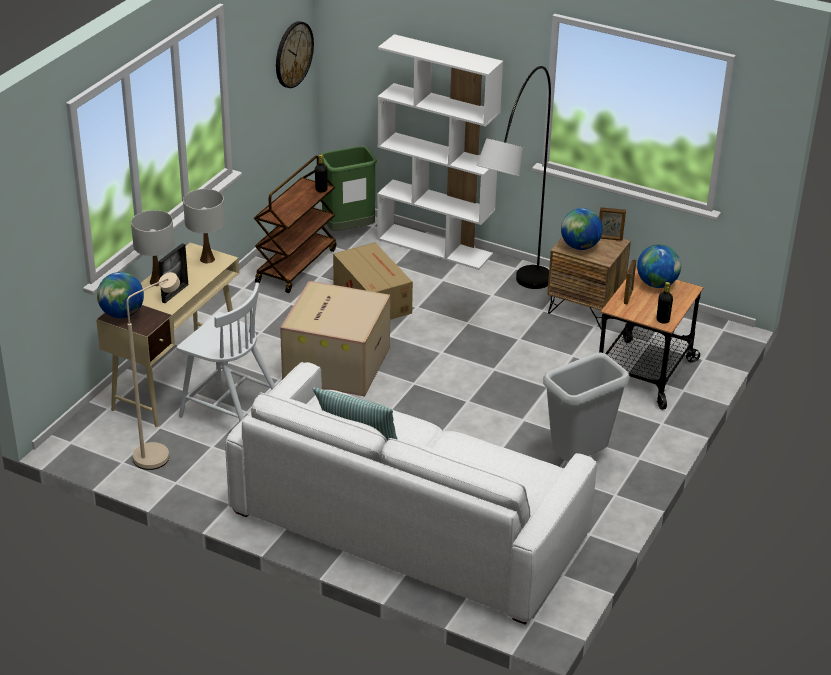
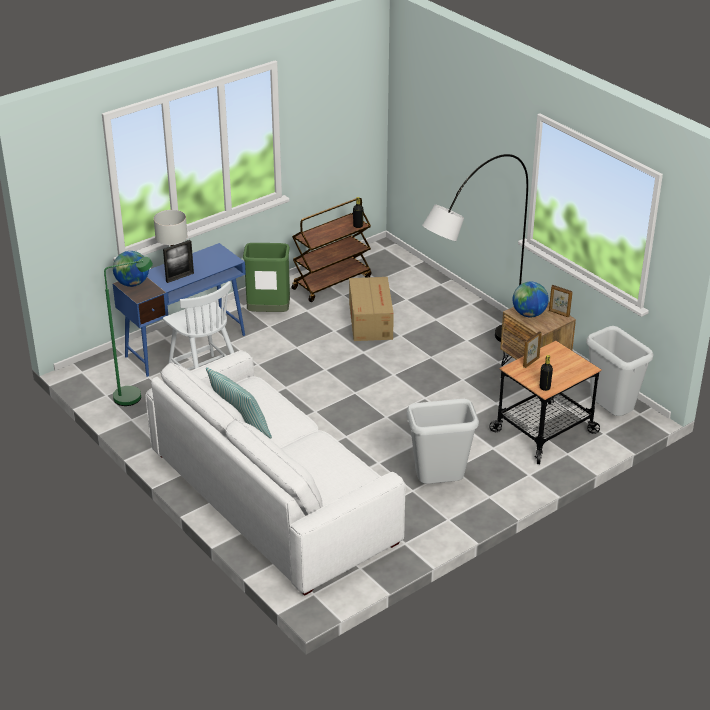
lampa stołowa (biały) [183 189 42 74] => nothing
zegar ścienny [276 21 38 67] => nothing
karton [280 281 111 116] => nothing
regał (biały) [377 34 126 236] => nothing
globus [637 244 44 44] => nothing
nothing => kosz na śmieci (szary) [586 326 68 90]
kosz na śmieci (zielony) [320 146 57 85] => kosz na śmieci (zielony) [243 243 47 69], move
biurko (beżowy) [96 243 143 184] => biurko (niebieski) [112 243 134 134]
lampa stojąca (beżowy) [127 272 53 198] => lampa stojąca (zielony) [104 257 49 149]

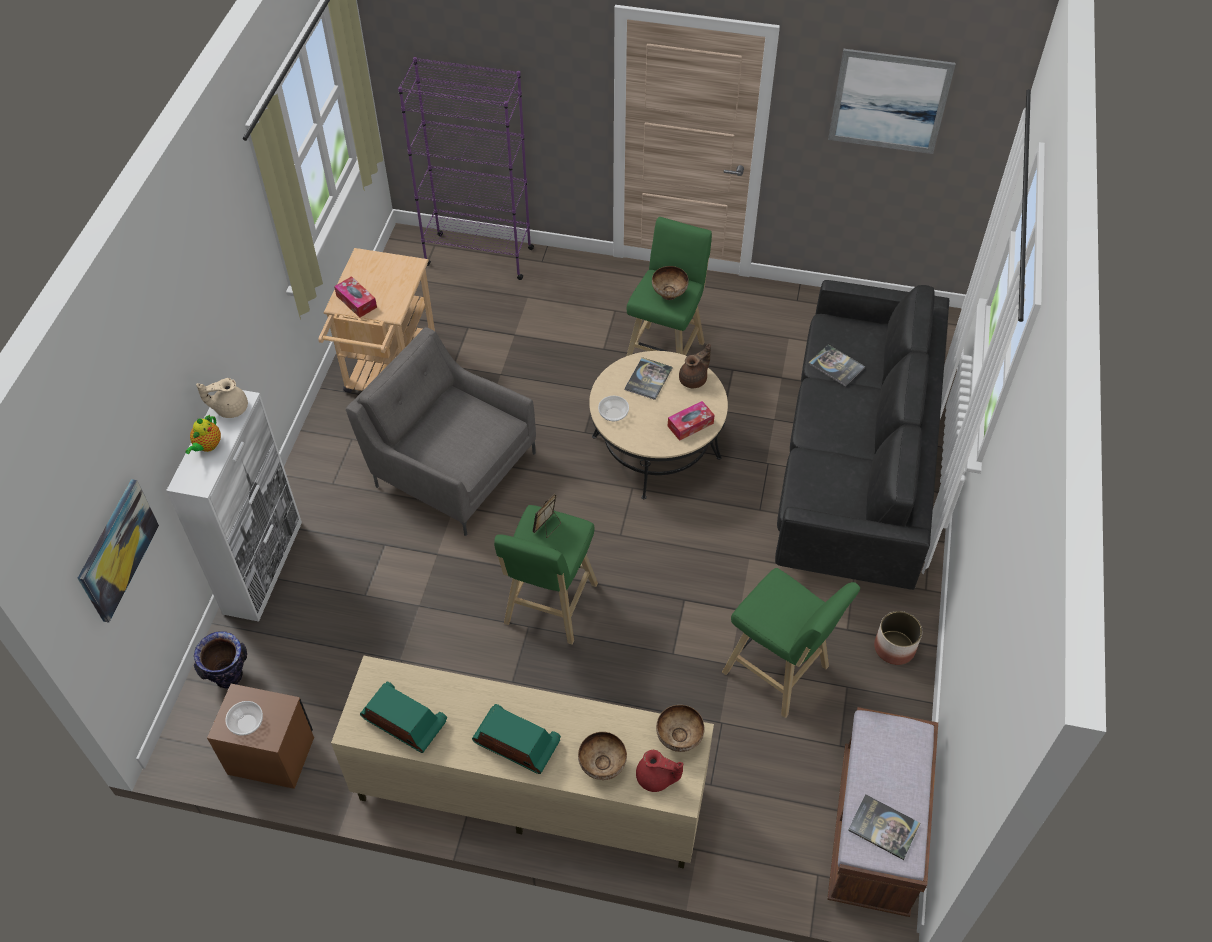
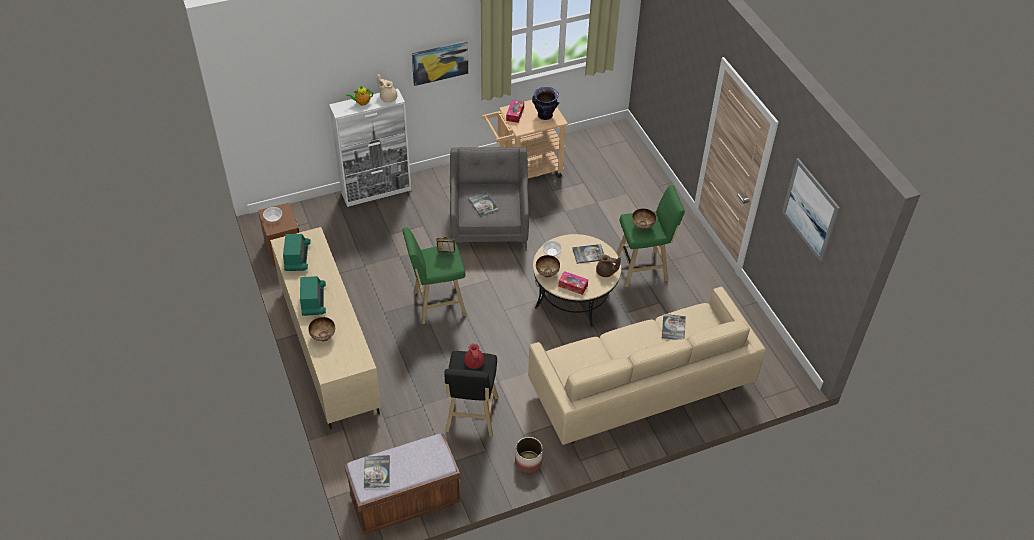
regał (fioletowy) [398 57 136 223] => nothing
nothing => książka [468 192 31 25]
obraz [77 479 82 144] => obraz [412 41 56 45], move
wazon [194 631 53 57] => wazon [532 87 28 33], move
imbryk (czerwony) [636 750 47 42] => imbryk (czerwony) [464 344 20 25], move
miska [656 705 48 47] => miska [536 255 24 23], move
stołek (zielony) [722 568 138 150] => stołek (czarny) [444 351 55 86]
kanapa (czarny) [775 280 174 310] => kanapa (beżowy) [528 287 238 158]

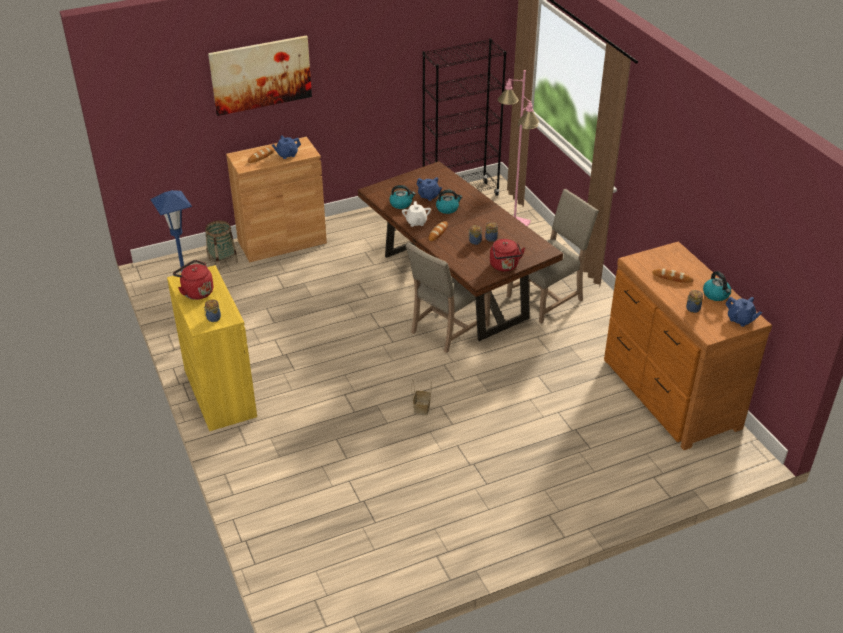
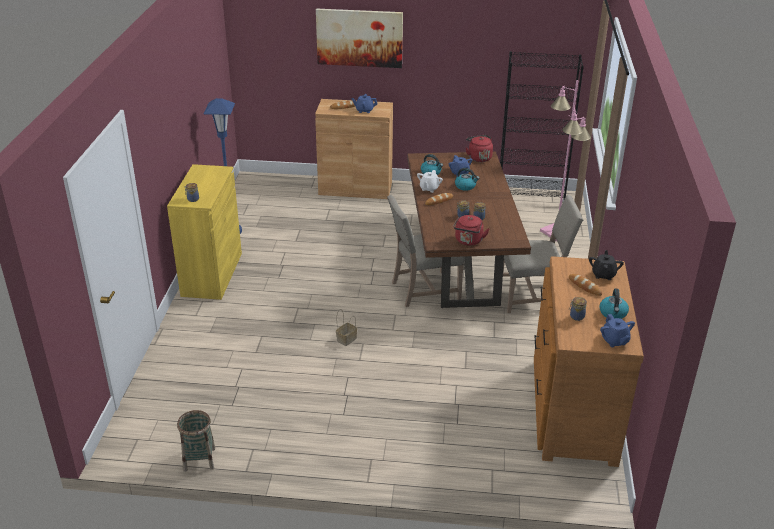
nothing => imbryk (czarny) [589 250 35 30]
czajnik (czerwony) [173 260 41 40] => czajnik (czerwony) [466 135 27 27], move
koszyk [205 220 33 50] => koszyk [177 410 38 62], move

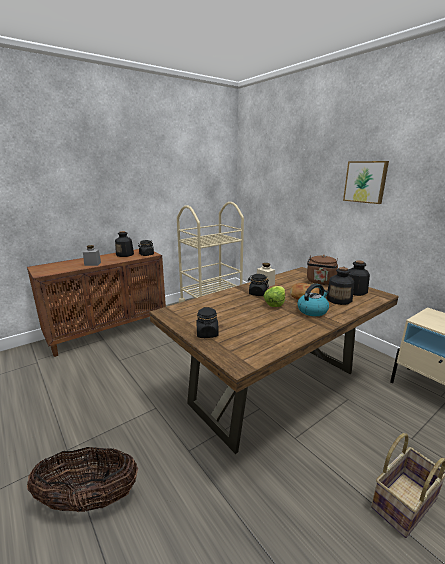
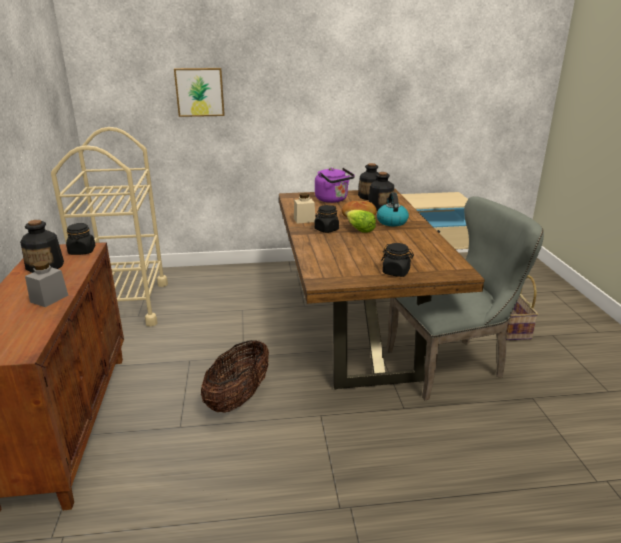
nothing => krzesło (szary) [386 196 158 204]
koszyk [27 447 111 65] => koszyk [201 340 68 73], move
obraz [343 161 46 43] => obraz [174 68 51 49], move
czajnik (brązowy) [307 255 31 30] => czajnik (fioletowy) [315 168 40 35]

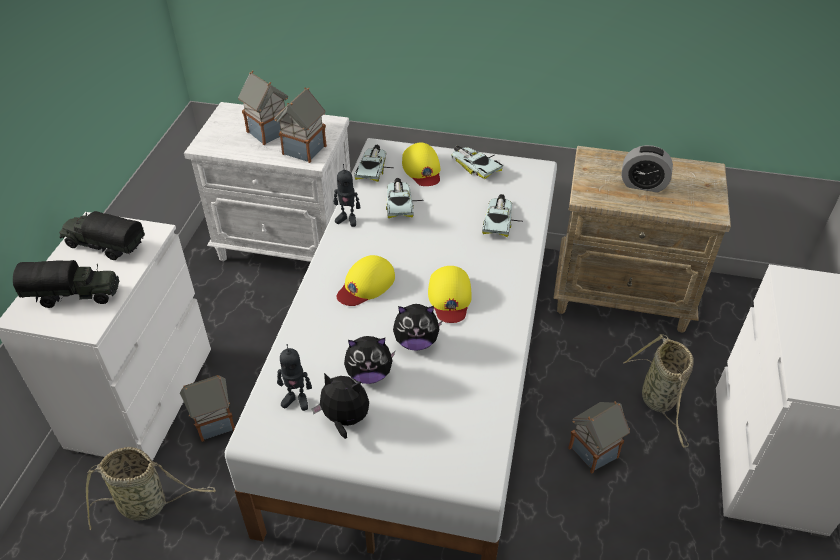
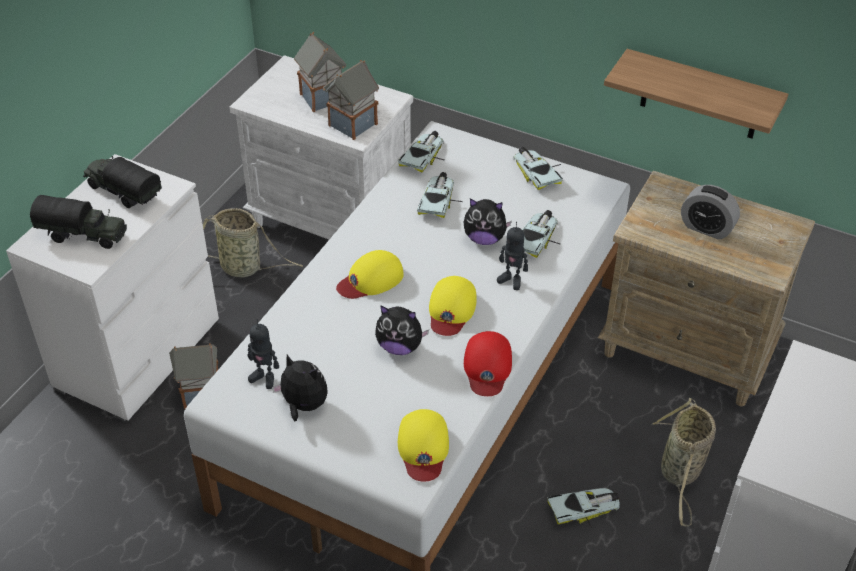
nothing => czapka z daszkiem (czerwony) [464 331 48 65]
nothing => półka [604 49 184 90]
koszyk [86 447 130 83] => koszyk [203 208 100 69], move
robot zabawkowy [333 164 28 63] => robot zabawkowy [497 222 31 68], move
pluszak [344 336 52 48] => pluszak [463 198 49 47], move
czapka z daszkiem (żółty) [402 143 38 43] => czapka z daszkiem (żółty) [398 409 51 73], move
domek [568 401 62 73] => samochodzik [547 488 73 41]

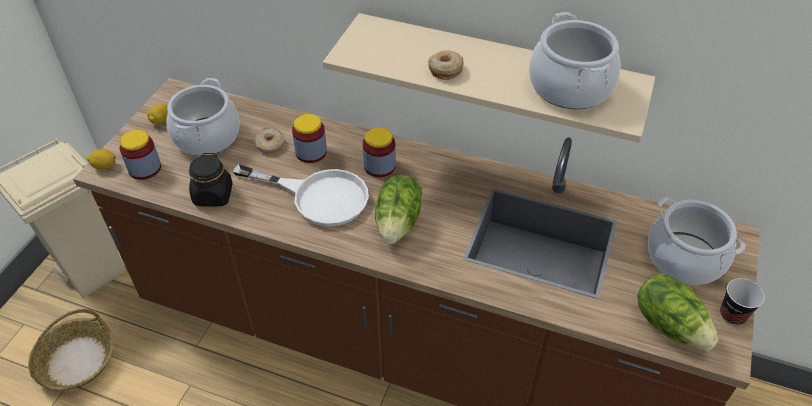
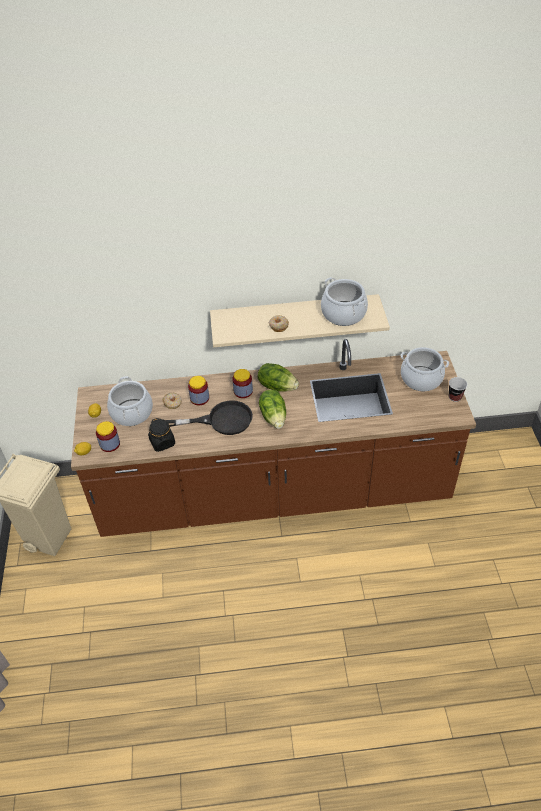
koszyk [28 309 86 81] => nothing
sałata [637 274 82 77] => sałata [258 363 41 29], move
patelnia (biały) [233 164 136 62] => patelnia (czarny) [166 400 87 35]

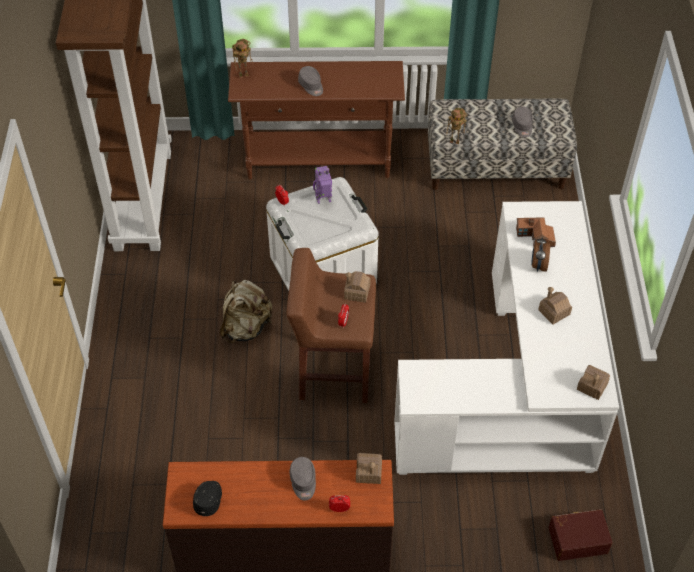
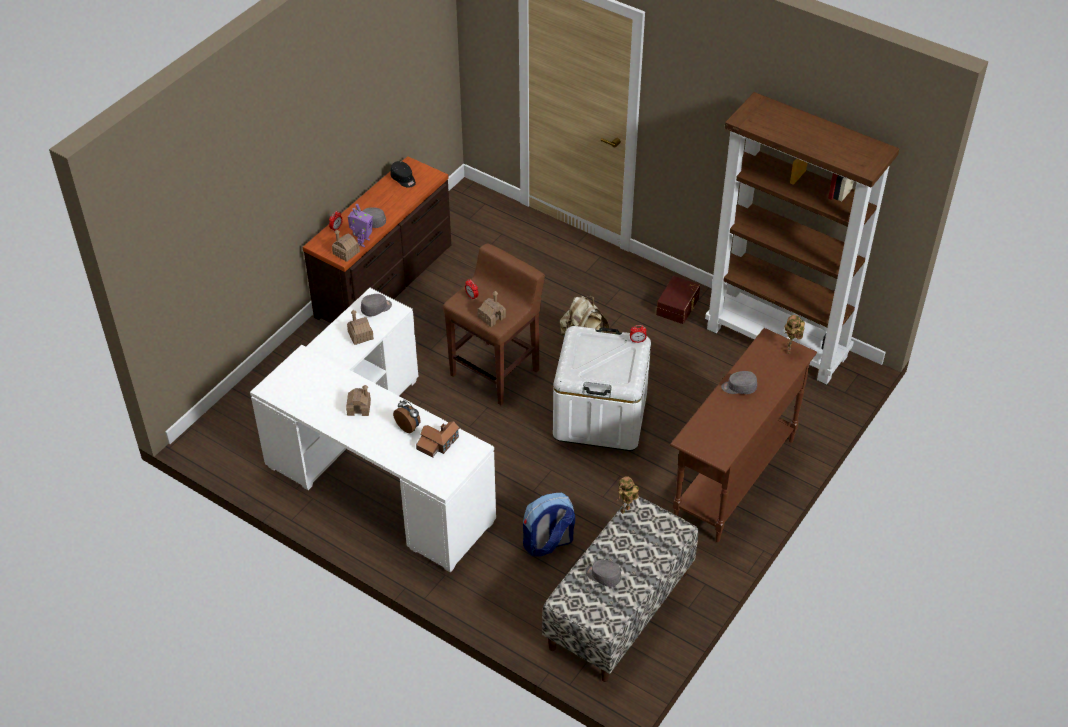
nothing => czapka z daszkiem (szary) [361 294 31 23]
nothing => plecak [523 493 52 63]
robot zabawkowy [313 166 19 38] => robot zabawkowy [348 204 25 43], move
pojemnik do przechowywania (brązowy) [549 509 63 52] => pojemnik do przechowywania (brązowy) [656 276 44 48], move
domek [577 365 33 35] => domek [347 310 27 35], move

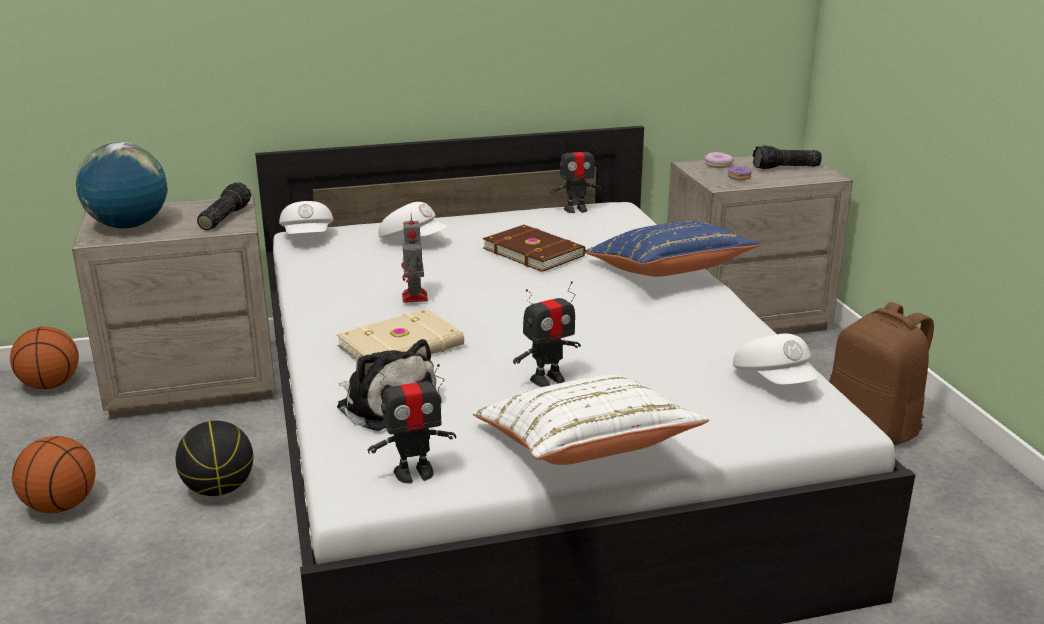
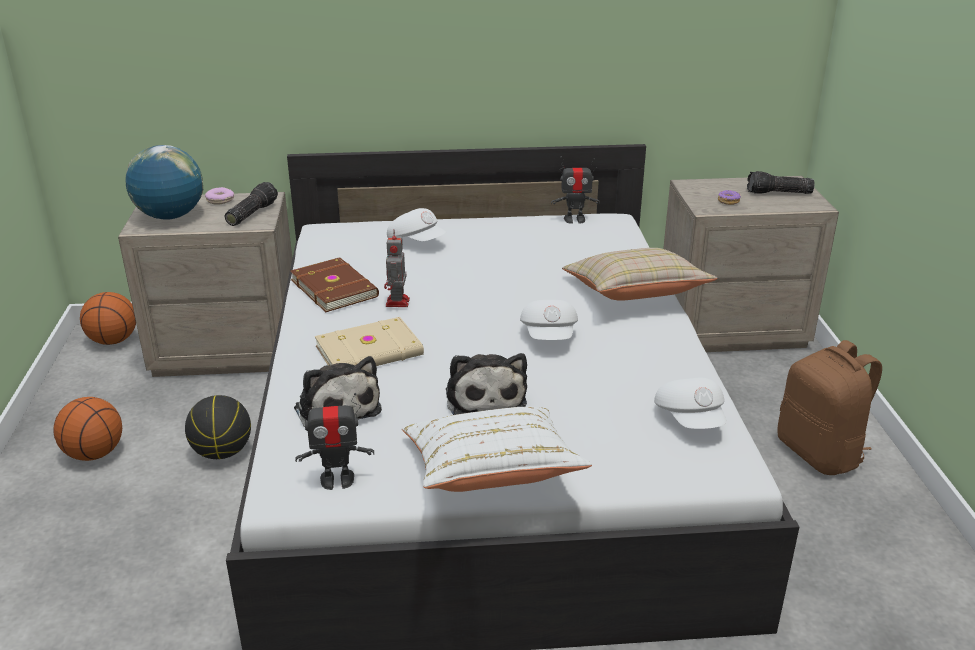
czapka z daszkiem (biały) [279 201 54 33] => czapka z daszkiem (biały) [520 300 58 40], move
książka (brązowy) [483 225 102 47] => książka (brązowy) [290 257 89 55], move
donut [705 152 29 16] => donut [205 187 29 18], move
robot zabawkowy [513 281 68 106] => pluszak [446 353 81 62]
poduszka (niebieski) [585 221 175 56] => poduszka (beżowy) [562 248 155 53]

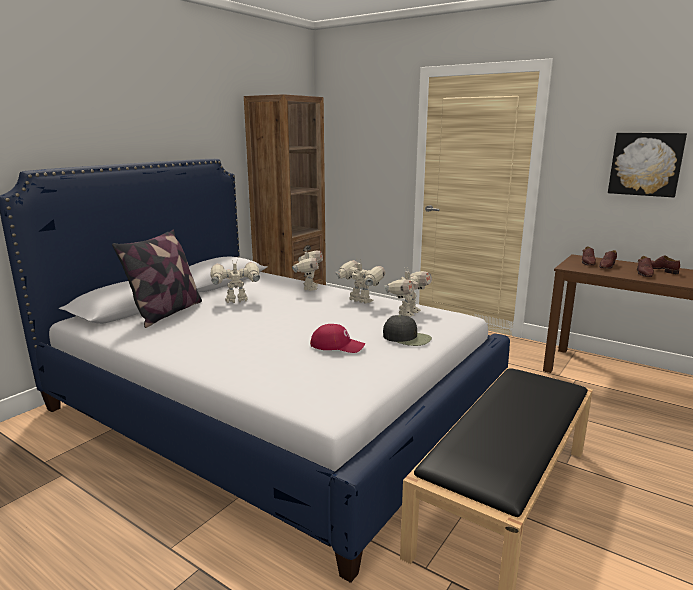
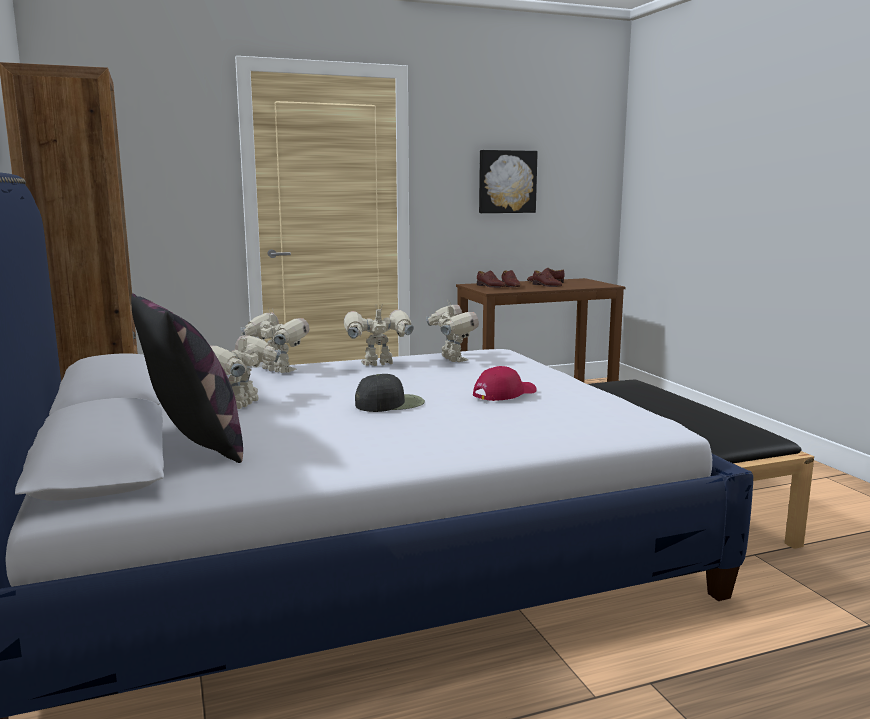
czapka z daszkiem (czarny) [383 315 49 31] => czapka z daszkiem (czarny) [355 374 70 38], move

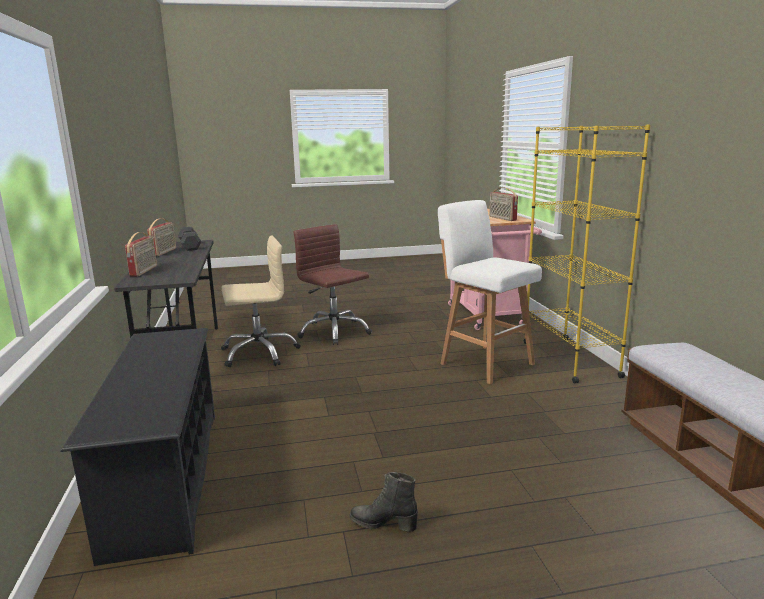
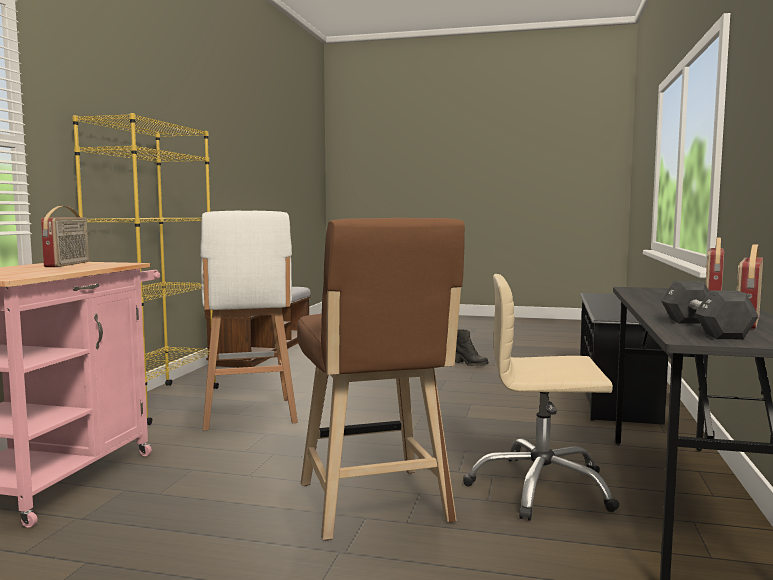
krzesło biurowe (brązowy) [294 224 78 121] => stołek (brązowy) [297 218 168 323]

